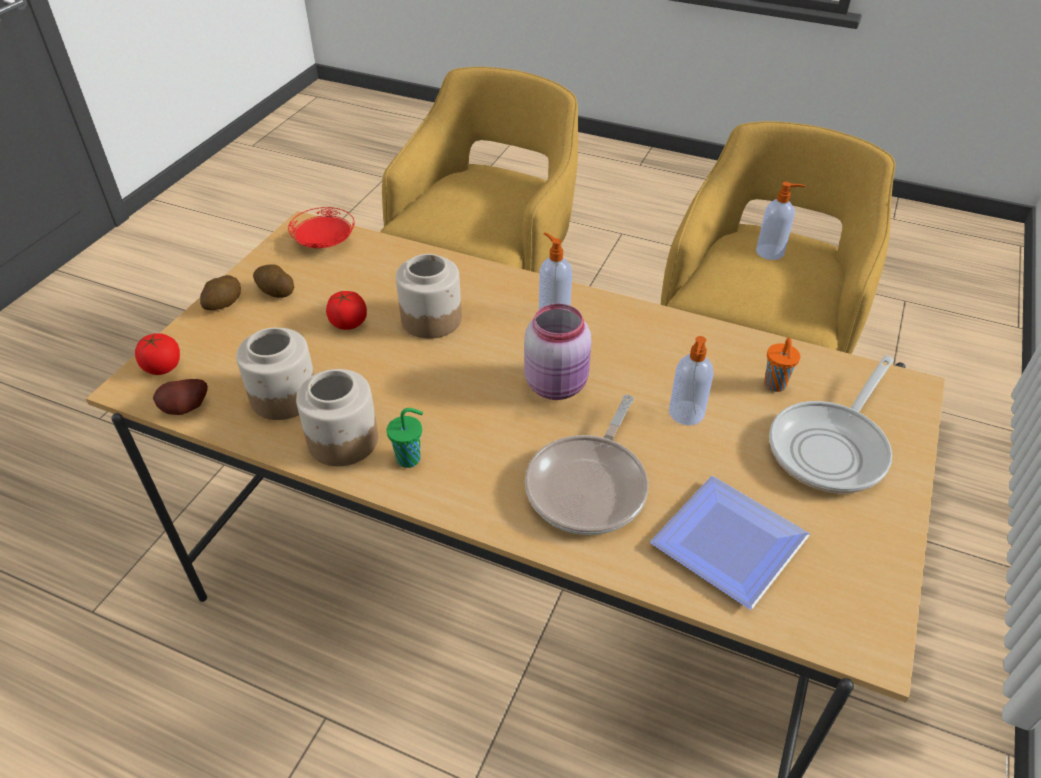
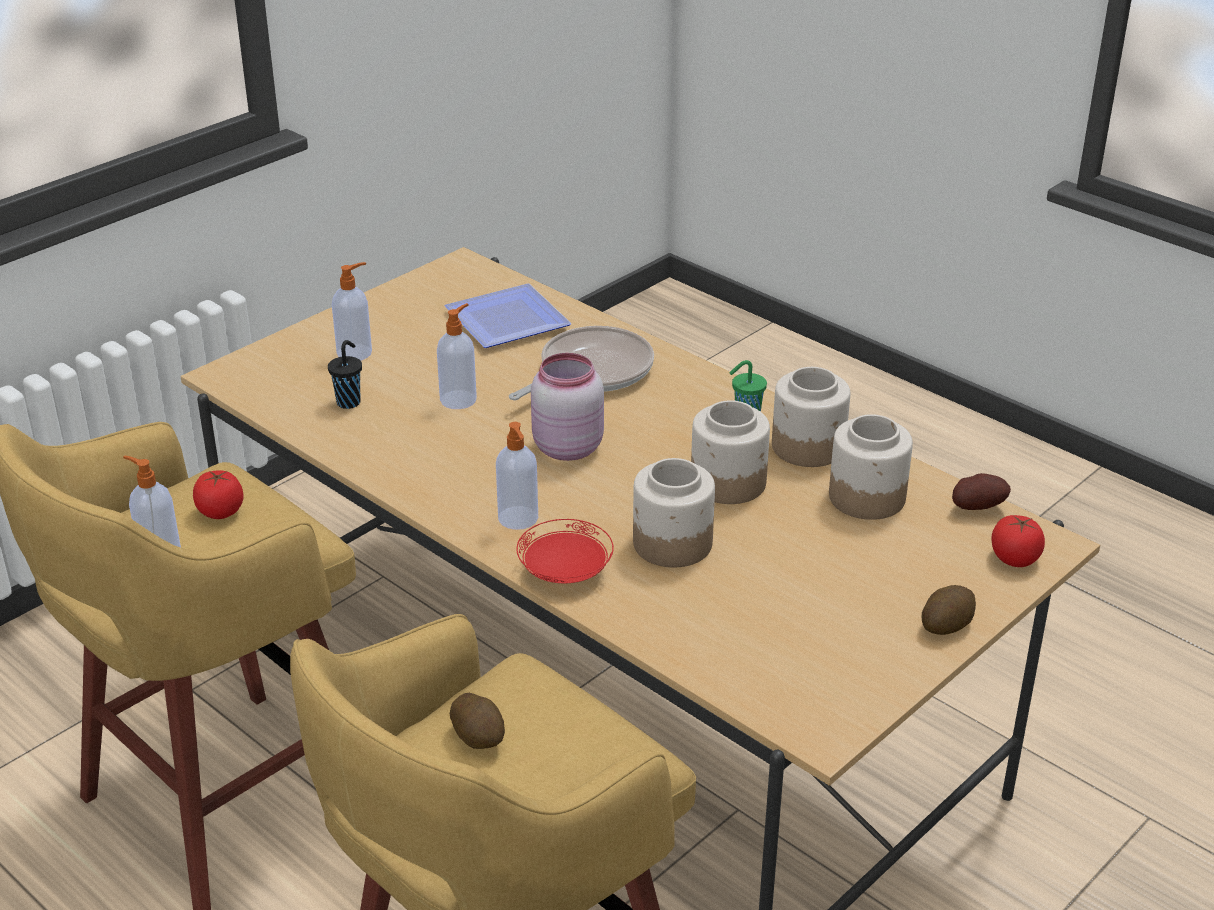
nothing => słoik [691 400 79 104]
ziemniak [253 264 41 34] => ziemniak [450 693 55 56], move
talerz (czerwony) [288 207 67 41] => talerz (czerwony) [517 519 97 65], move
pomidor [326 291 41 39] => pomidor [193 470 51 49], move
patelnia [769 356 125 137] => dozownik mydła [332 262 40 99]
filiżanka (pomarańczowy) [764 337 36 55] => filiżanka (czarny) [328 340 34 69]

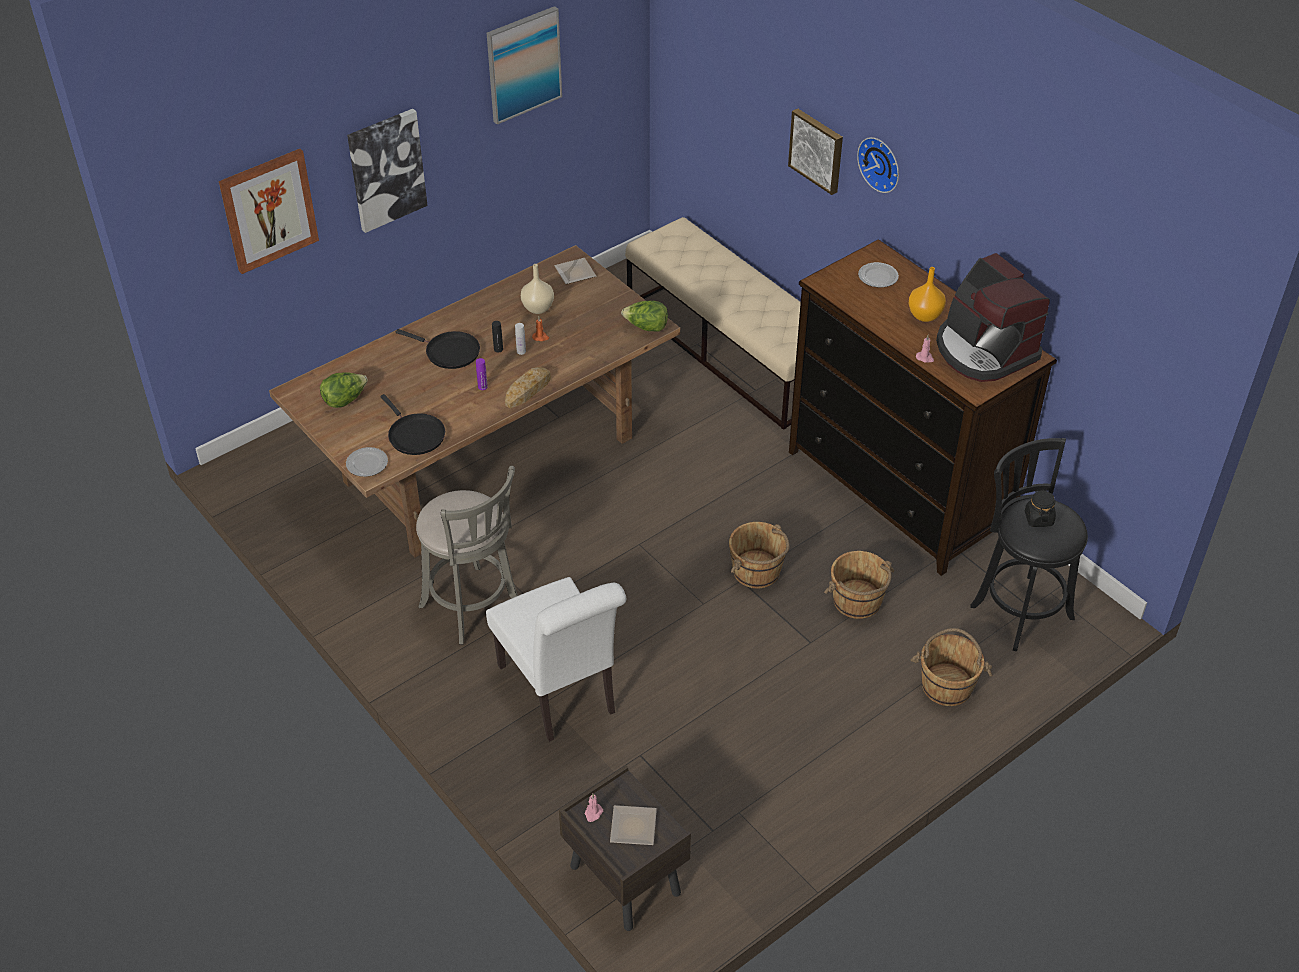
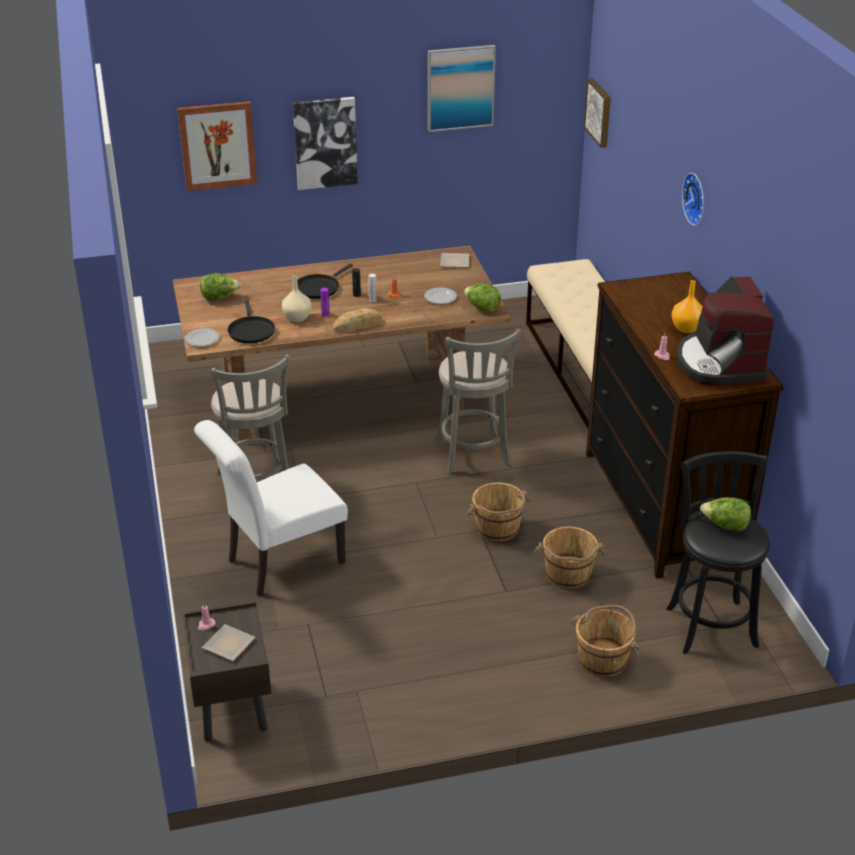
nothing => stołek (szary) [435 329 86 145]
wazon (beżowy) [521 264 33 50] => wazon (beżowy) [282 275 30 47], move
obraz [788 109 55 86] => obraz [584 78 27 70], move
talerz [858 262 41 26] => talerz [424 287 33 17], move
słoik (czarny) [1025 489 31 38] => sałata [700 498 51 33]
patelnia (czarny) [396 329 84 40] => patelnia (czarny) [297 264 56 35], 75 degrees clockwise
krzesło (biały) [486 577 140 165] => krzesło (biały) [194 420 154 177], 60 degrees clockwise

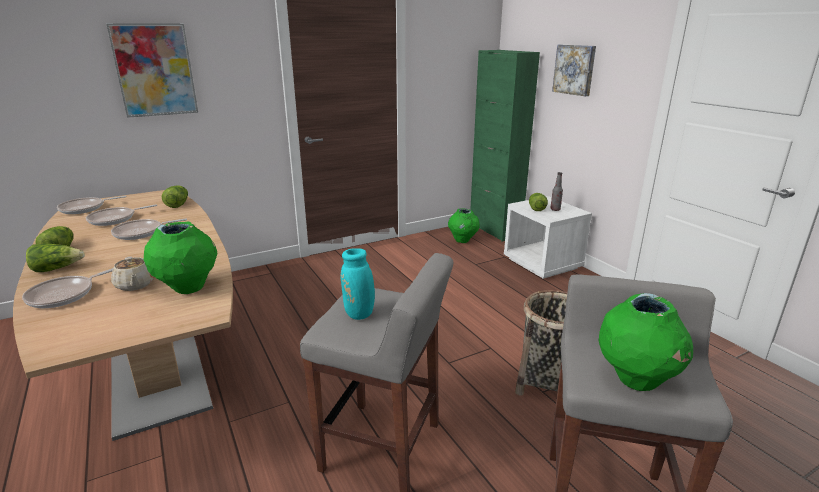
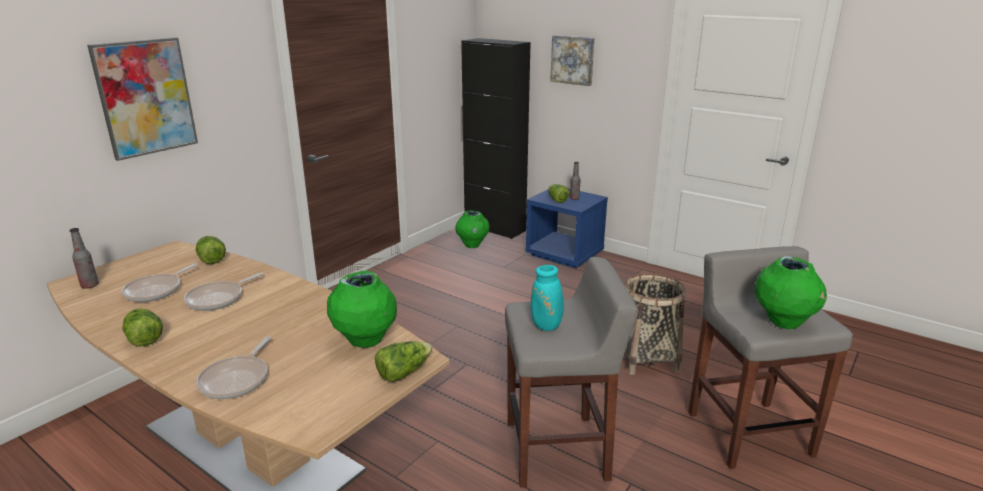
imbryk (beżowy) [111 256 43 35] => nothing
sałata [26 244 59 28] => sałata [375 341 58 41], move
patelnia [57 196 70 18] => butelka [69 228 30 61]
szafka (zielony) [470 50 70 192] => szafka (czarny) [461 38 70 201]
szafka nocna (biały) [504 196 88 83] => szafka nocna (niebieski) [526 188 82 80]

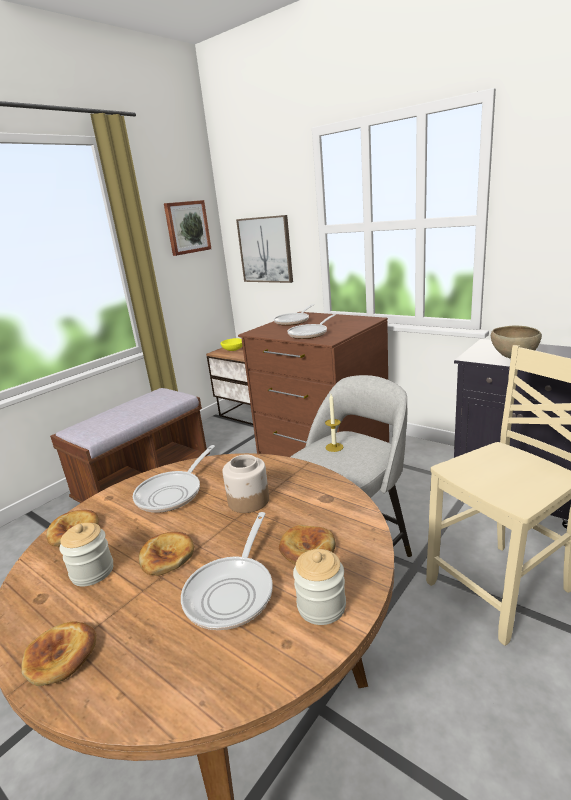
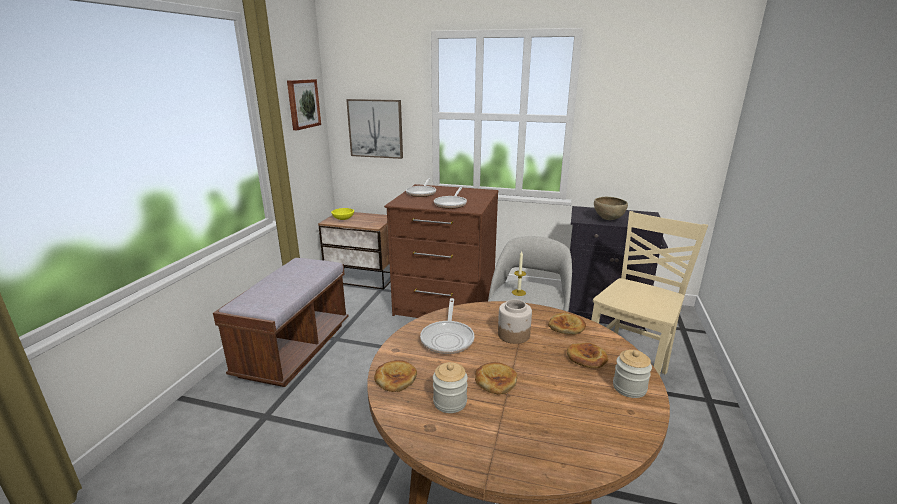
patelnia [181 512 92 118] => nothing
chleb [21 621 75 65] => chleb [548 313 38 22], move

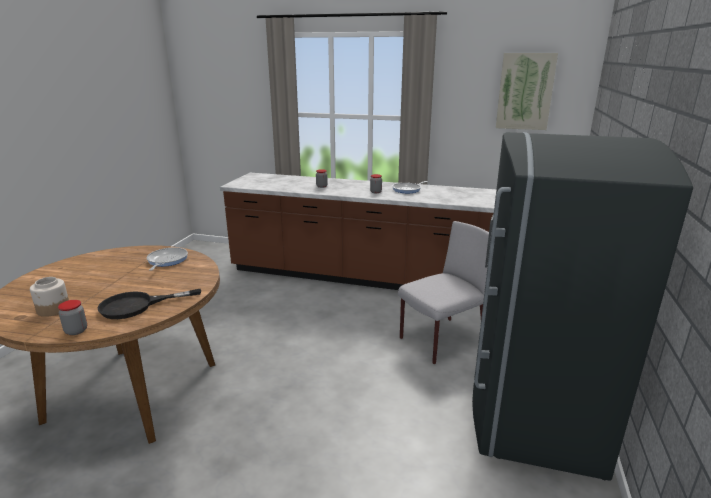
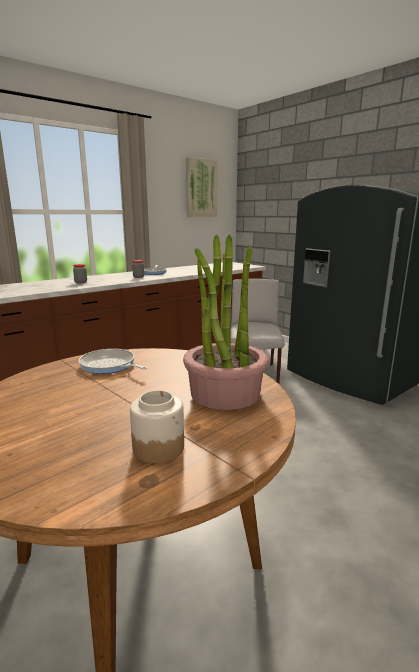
słoik [58 300 29 35] => nothing
patelnia (czarny) [98 289 103 30] => roślina doniczkowa [183 235 85 175]

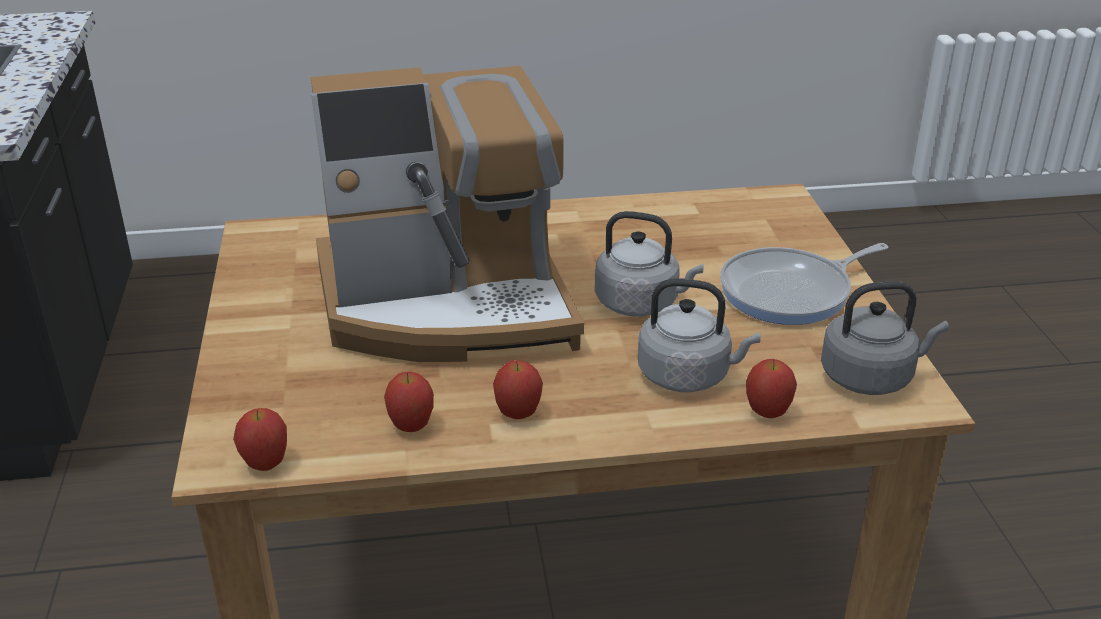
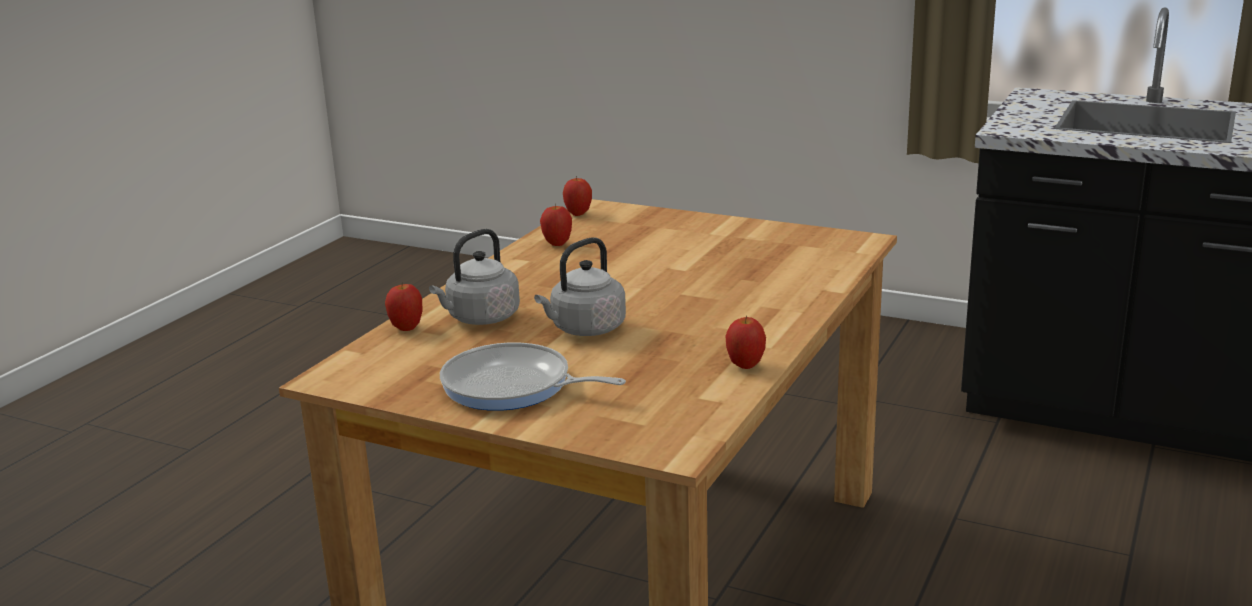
ekspres do kawy [311 66 273 296] => nothing
czajnik (szary) [821 281 128 114] => nothing
jabłko [493 360 50 59] => jabłko [725 316 41 53], move
patelnia [720 243 169 82] => patelnia [440 343 186 68], 75 degrees counterclockwise

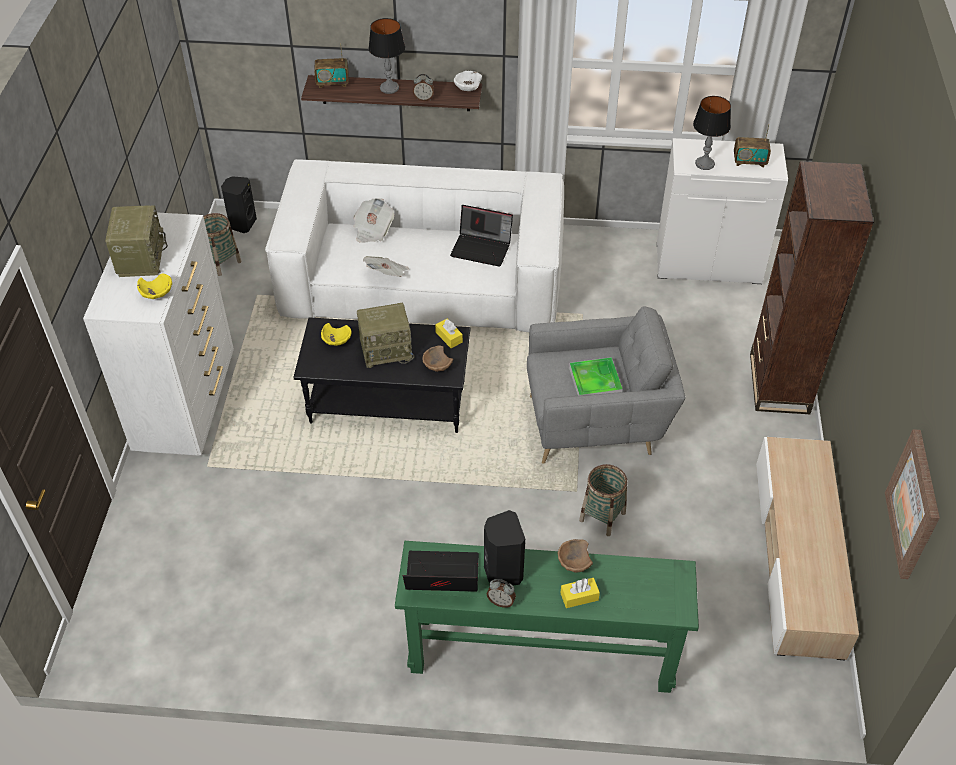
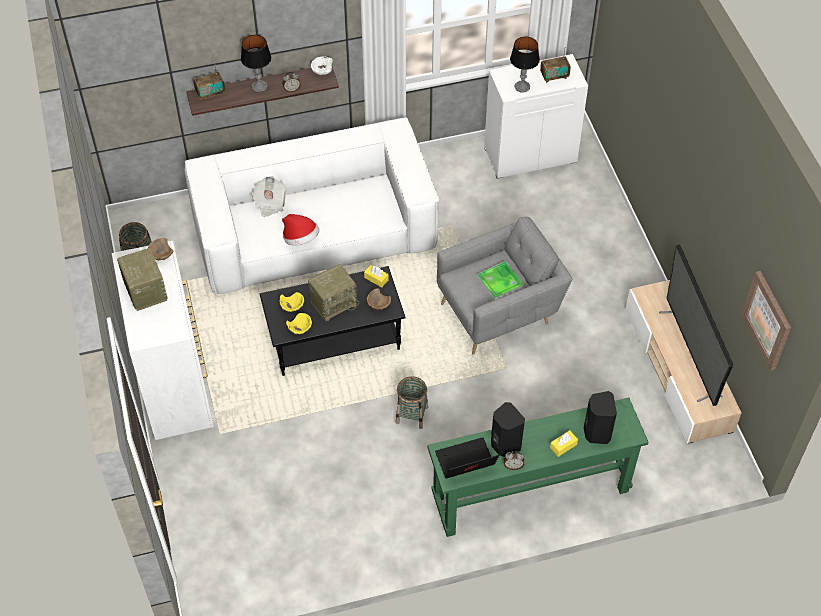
laptop [450 205 63 62] => nothing
regał (brązowy) [750 161 124 253] => nothing
nothing => telewizor [659 245 74 161]
miska (żółty) [137 273 35 26] => miska (żółty) [286 313 26 21], move
głośnik (czarny) [221 176 36 57] => głośnik (czarny) [584 391 33 53], move
miska (brązowy) [557 539 36 34] => miska (brązowy) [148 238 25 22], move
koszyk [579 464 48 72] => koszyk [396 376 32 53], move
gazeta [363 256 46 21] => kapelusz [282 214 37 32]

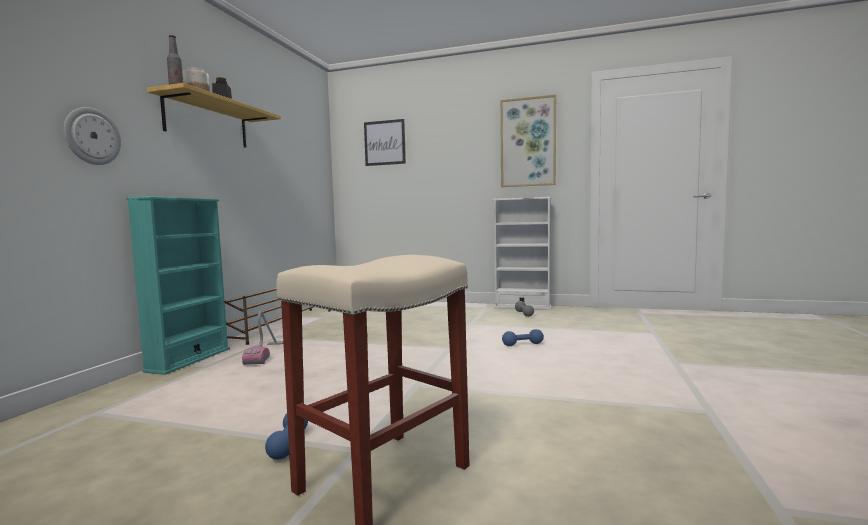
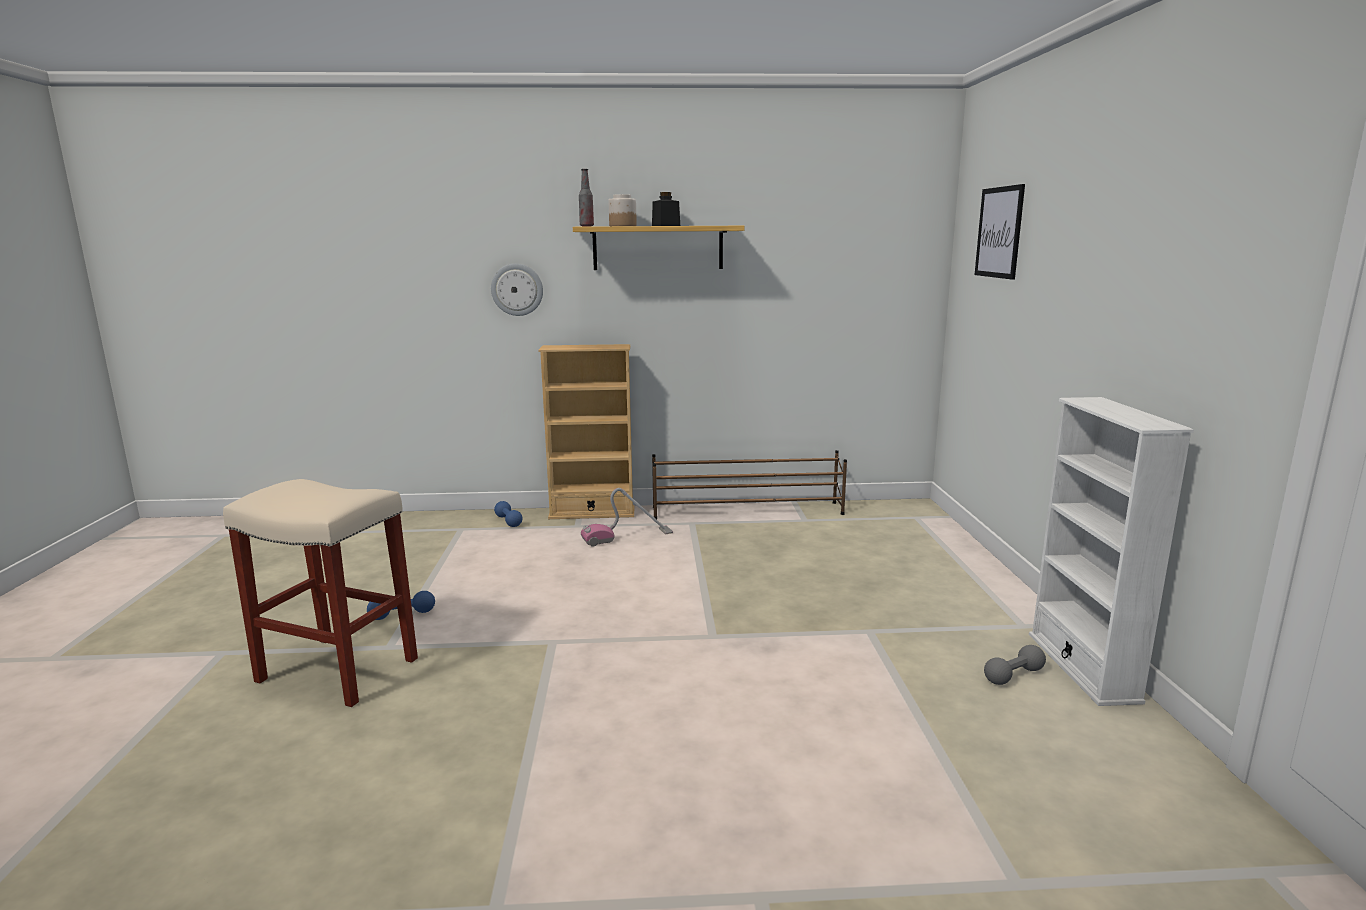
obraz [500 94 56 93] => nothing
hantel (niebieski) [502 329 42 17] => hantel (niebieski) [494 501 29 26], move
regał (turkusowy) [126 196 104 179] => regał (beżowy) [538 344 96 175]

